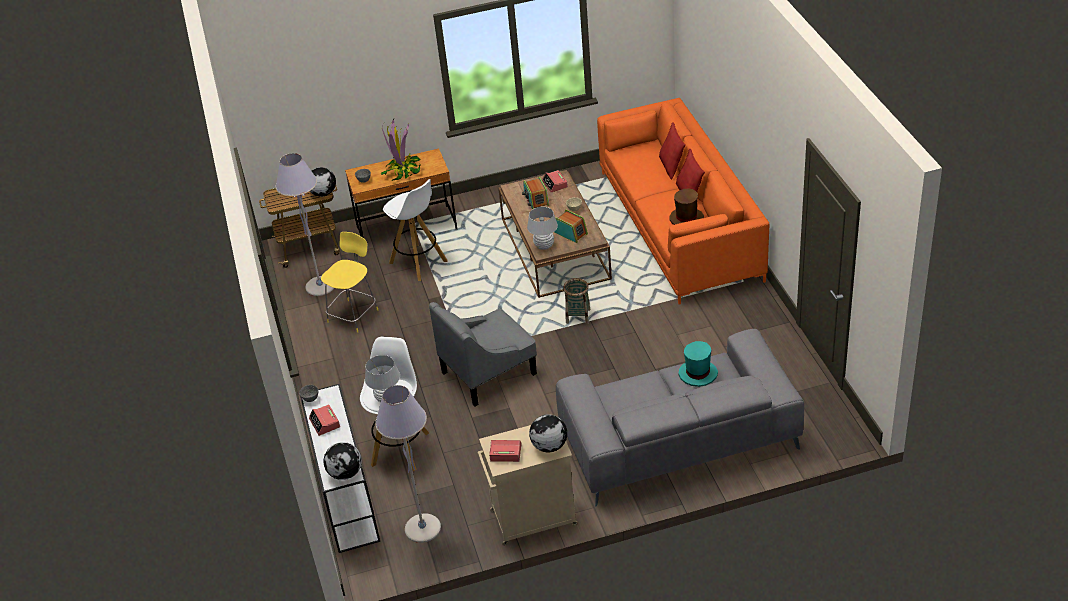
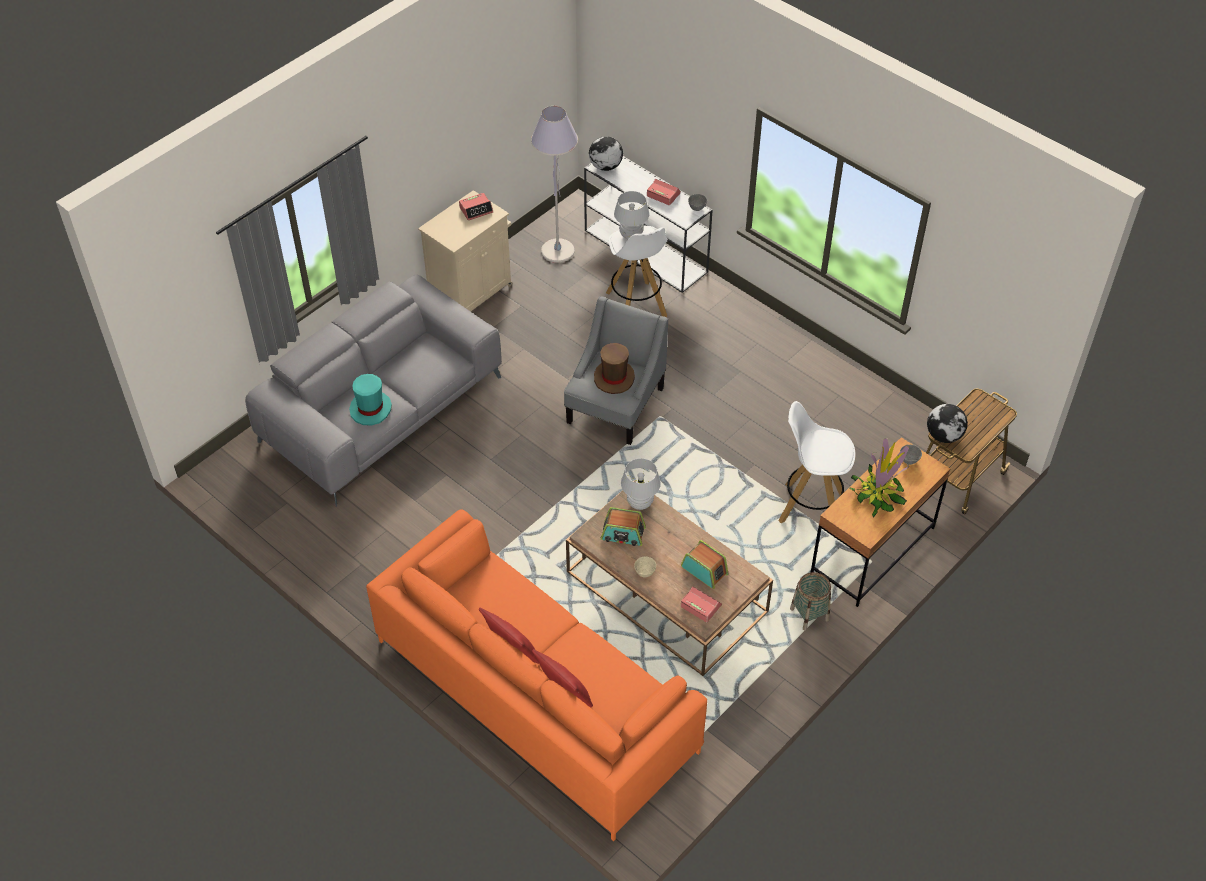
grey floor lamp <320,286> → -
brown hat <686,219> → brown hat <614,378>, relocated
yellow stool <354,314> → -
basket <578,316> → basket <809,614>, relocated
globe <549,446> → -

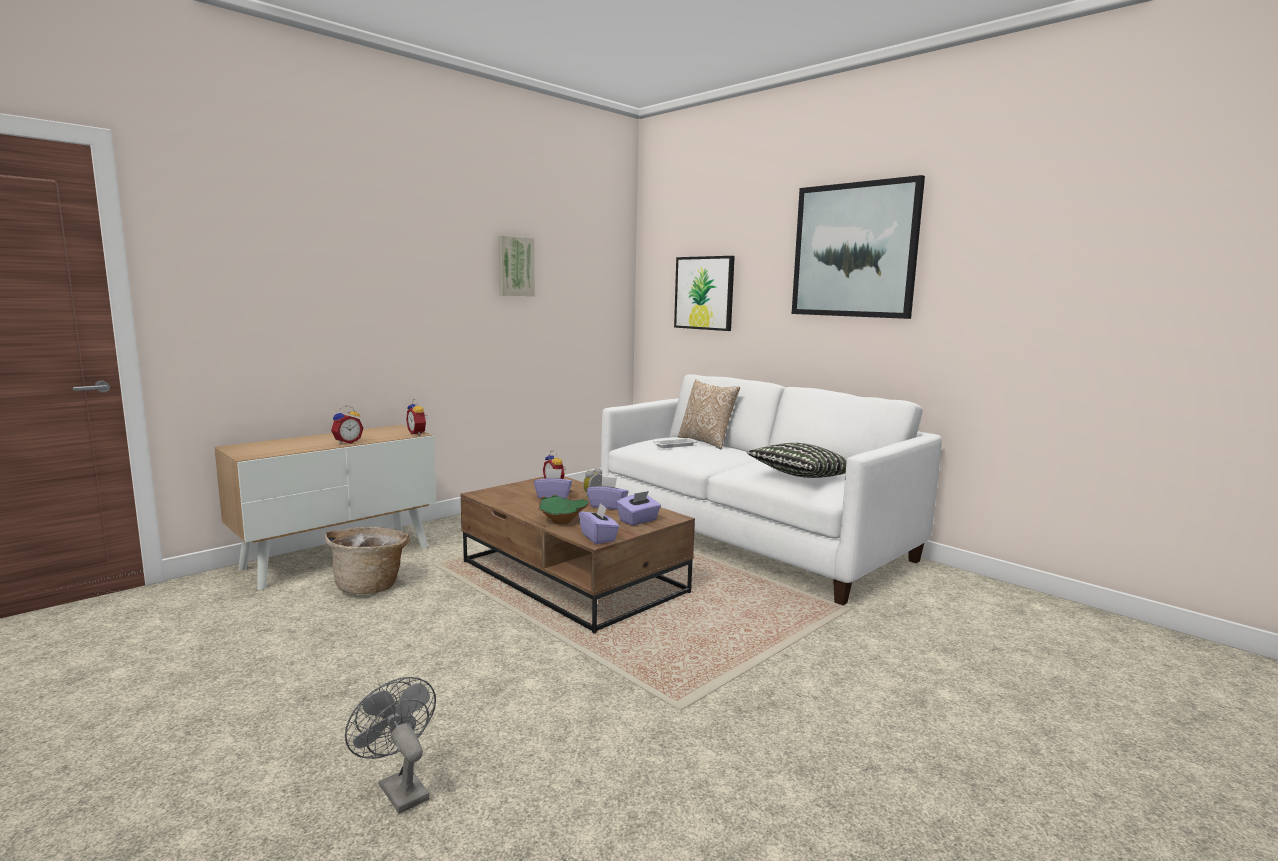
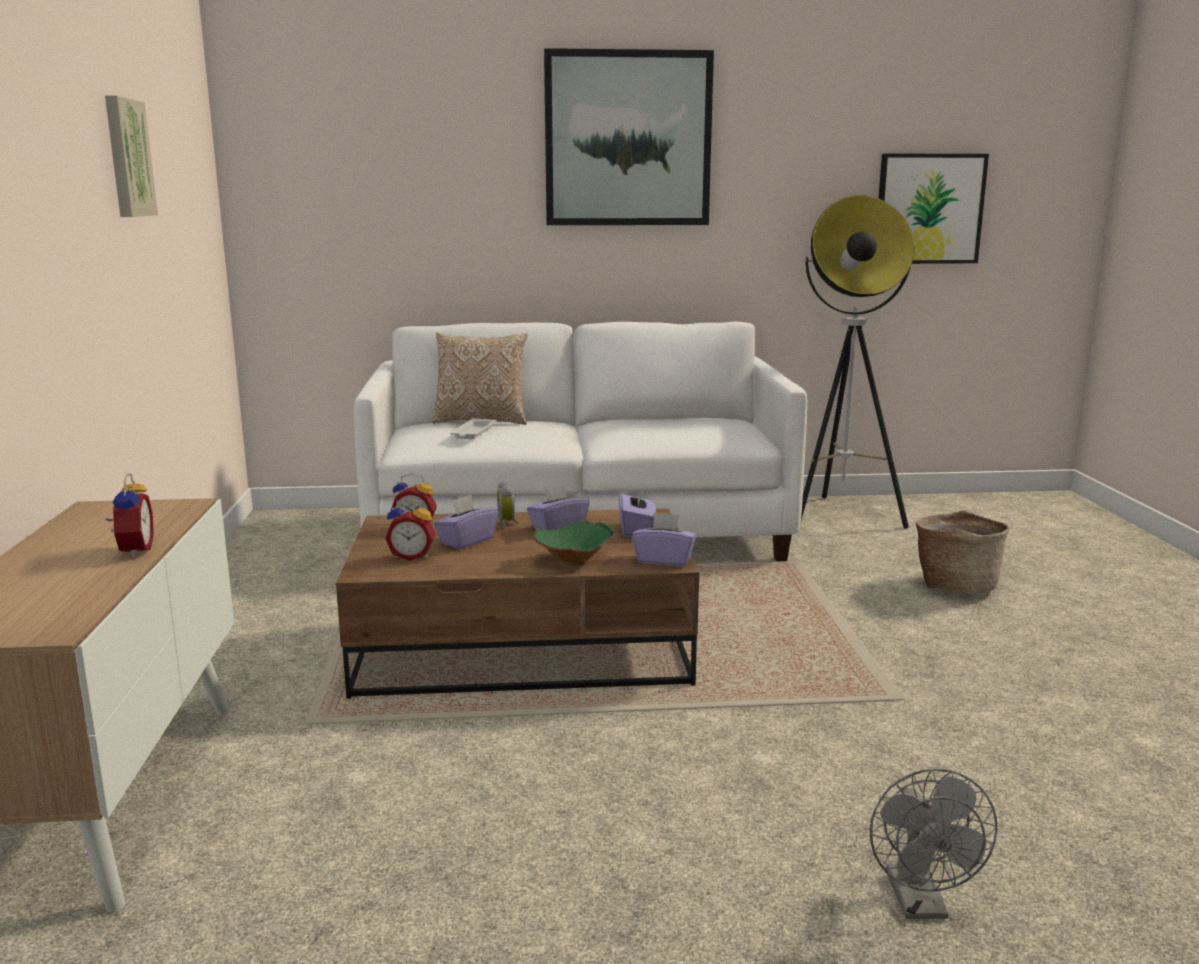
picture <704,293> → picture <929,209>, relocated
alarm clock <418,433> → alarm clock <412,556>, relocated
pillow <800,477> → -
basket <371,585> → basket <955,585>, relocated
grey fan <399,788> → grey fan <920,905>, 90 degrees counterclockwise
- → floor lamp <840,516>

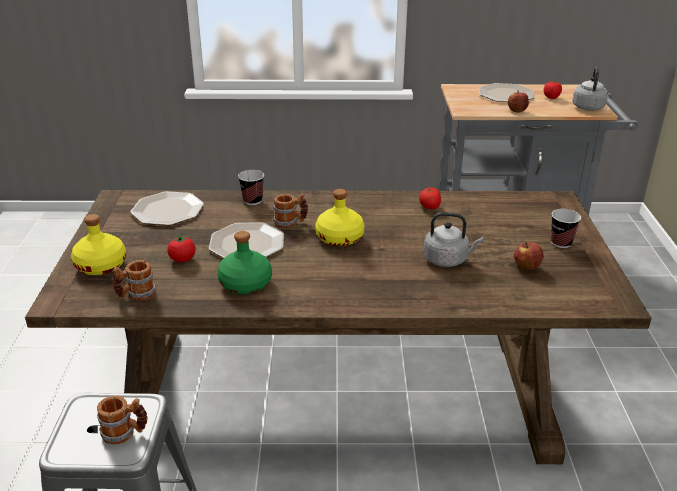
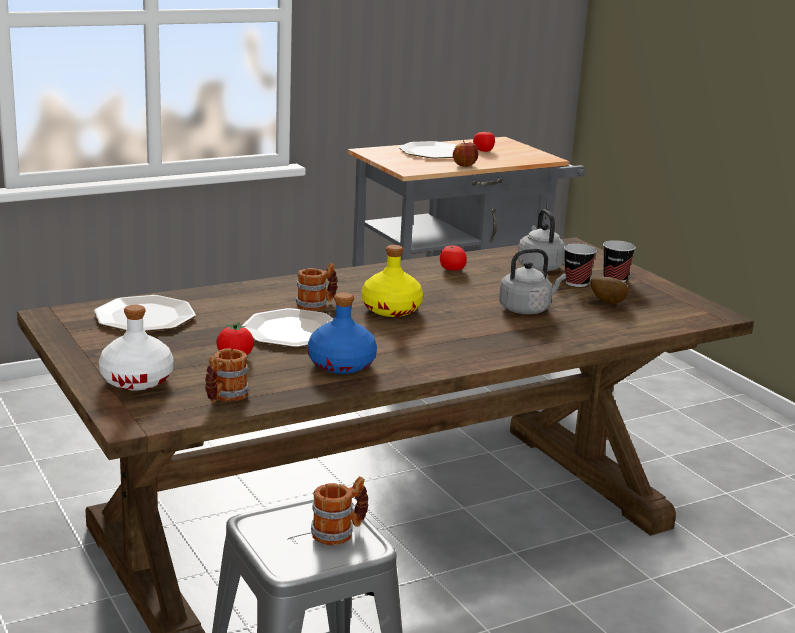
grey kettle <588,107> → grey kettle <539,266>, relocated
cup <252,201> → cup <576,283>, relocated
yellow bottle <101,265> → white bottle <137,380>
green bottle <245,284> → blue bottle <341,365>
apple <527,267> → potato <607,302>

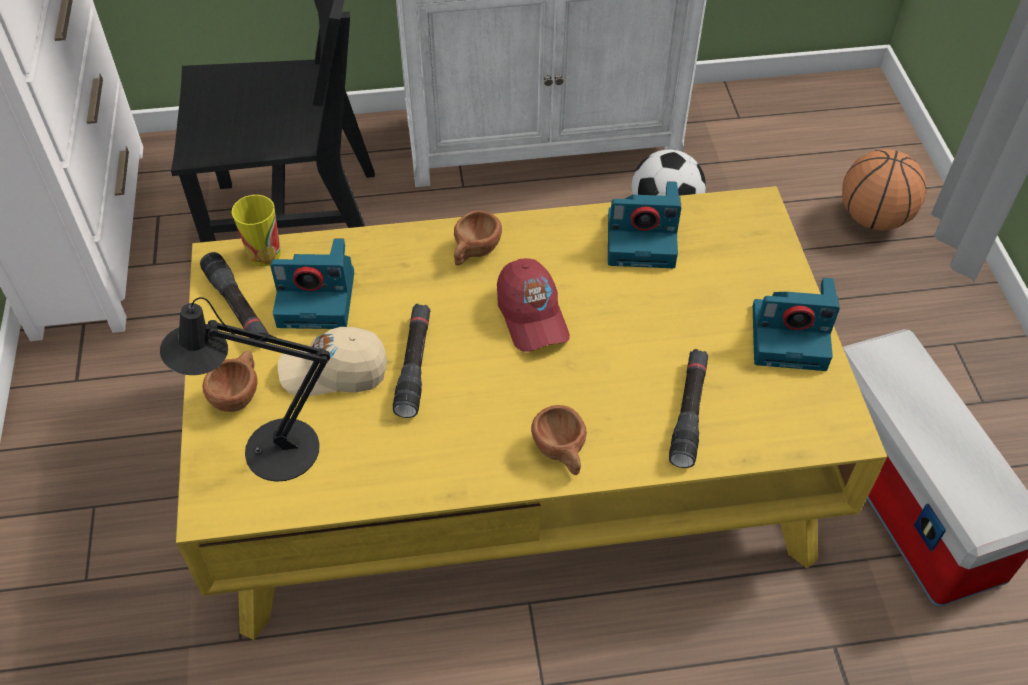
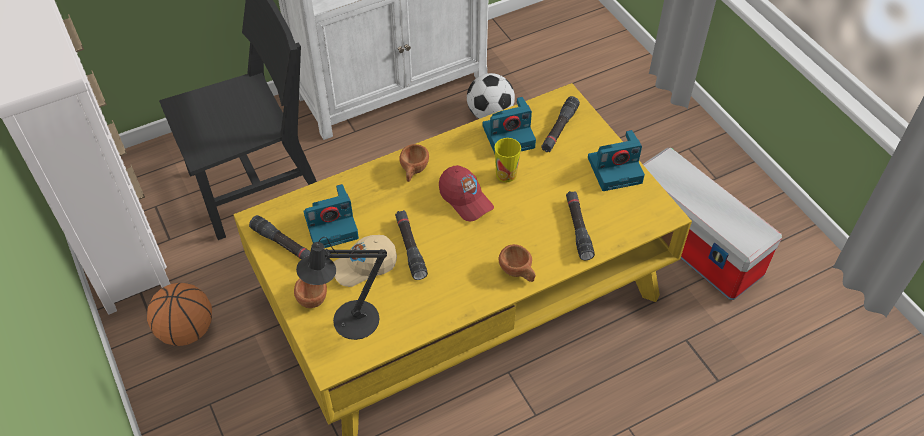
basketball <873,218> → basketball <186,330>, relocated
cup <264,254> → cup <506,174>, relocated
- → black flashlight <559,129>

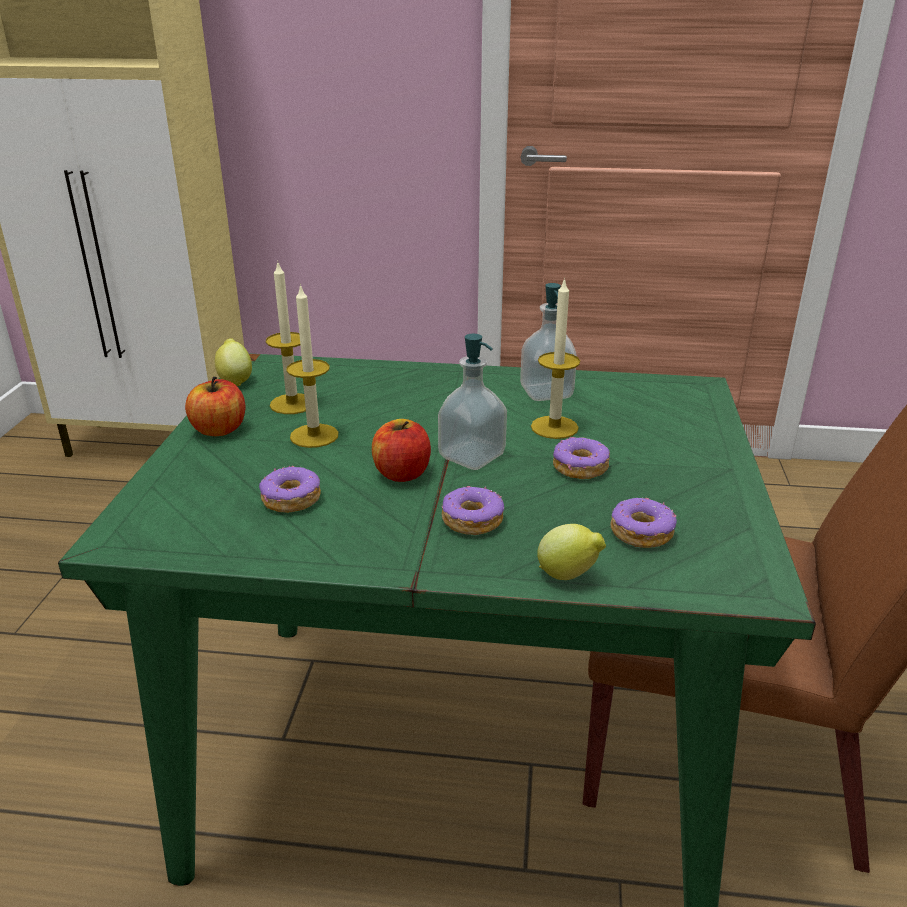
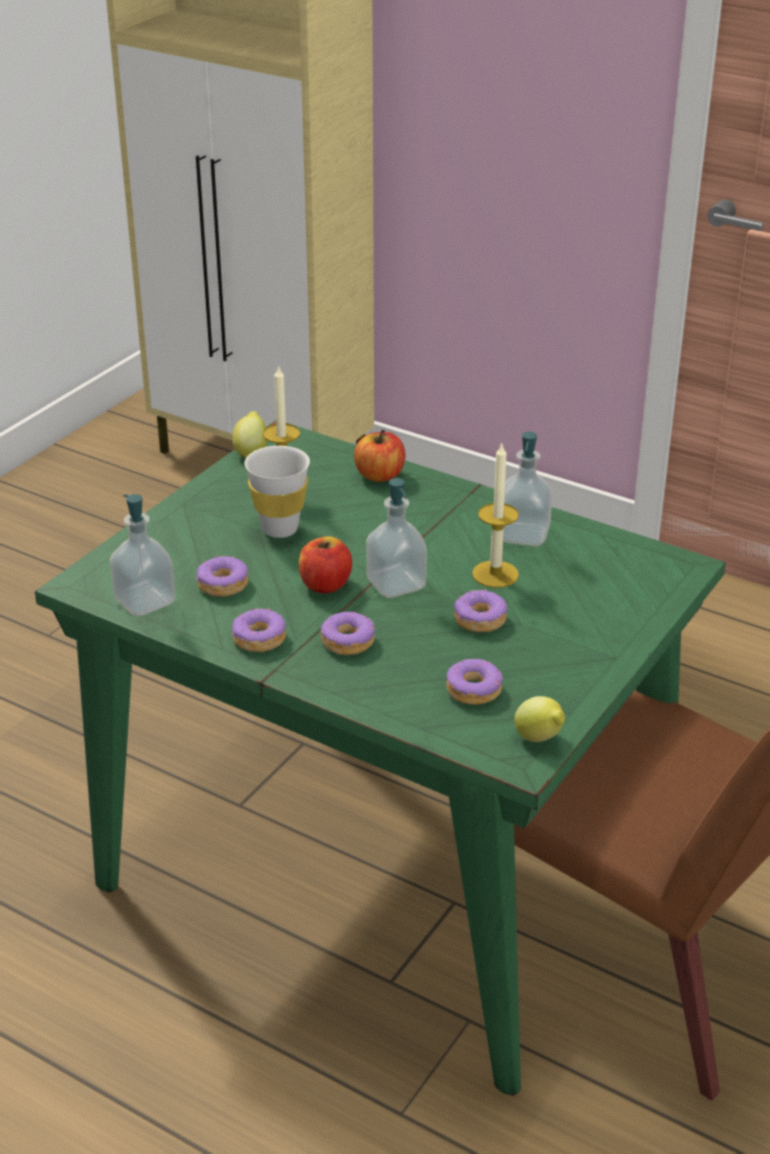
candle <314,436> → white cup <280,529>
apple <219,430> → apple <380,475>, relocated
lemon <569,575> → lemon <540,739>, relocated
- → soap dispenser <145,601>
- → donut <258,639>

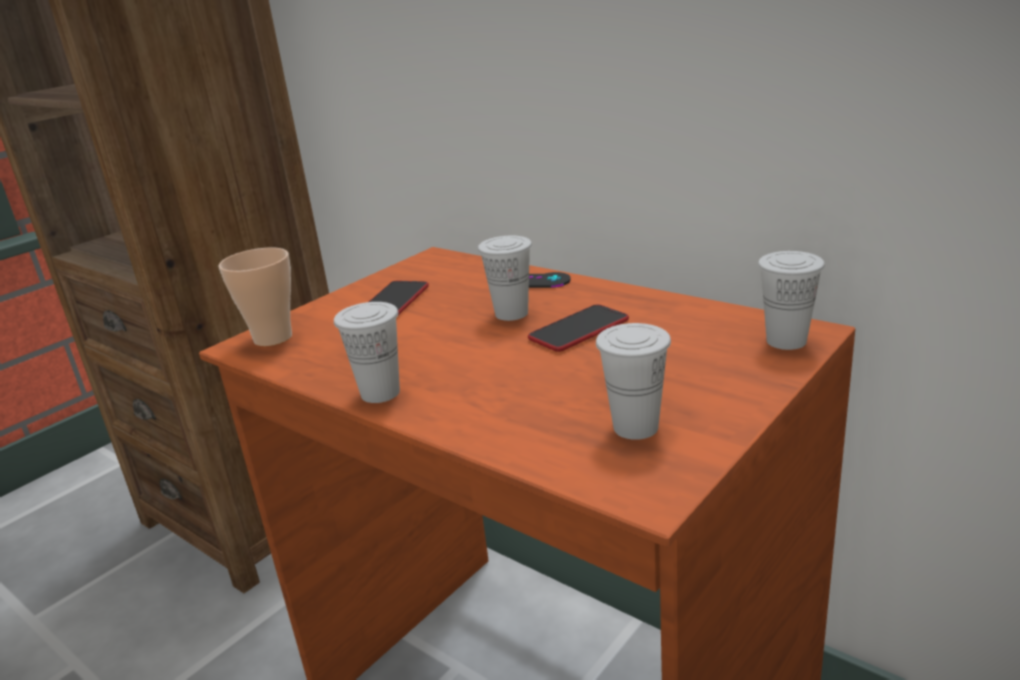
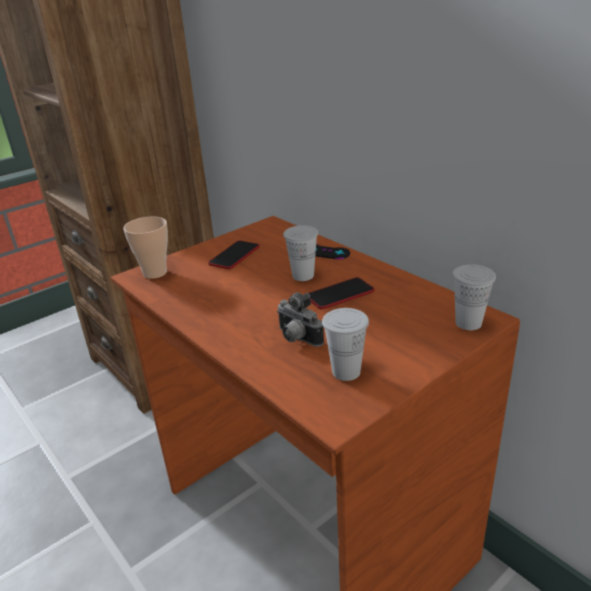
white cup <380,393> → -
- → photo camera <297,339>

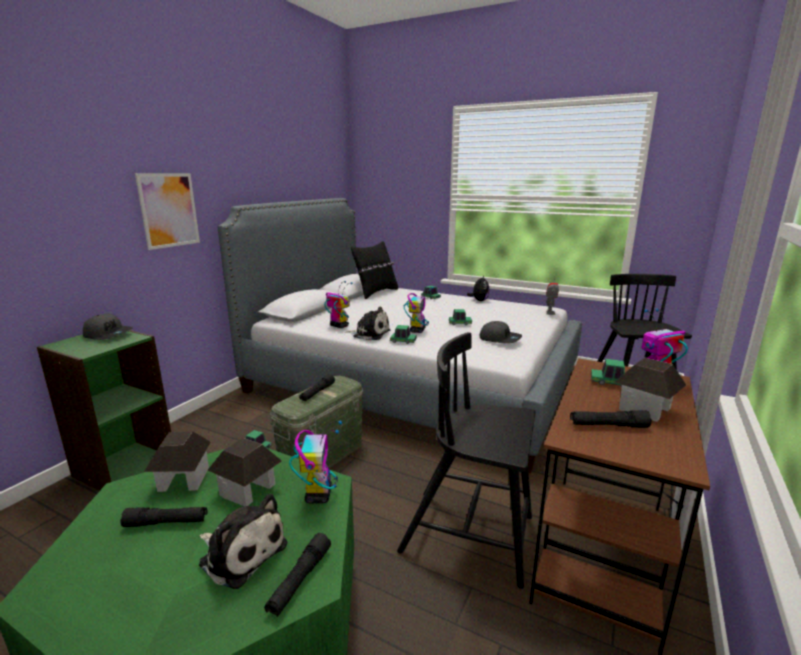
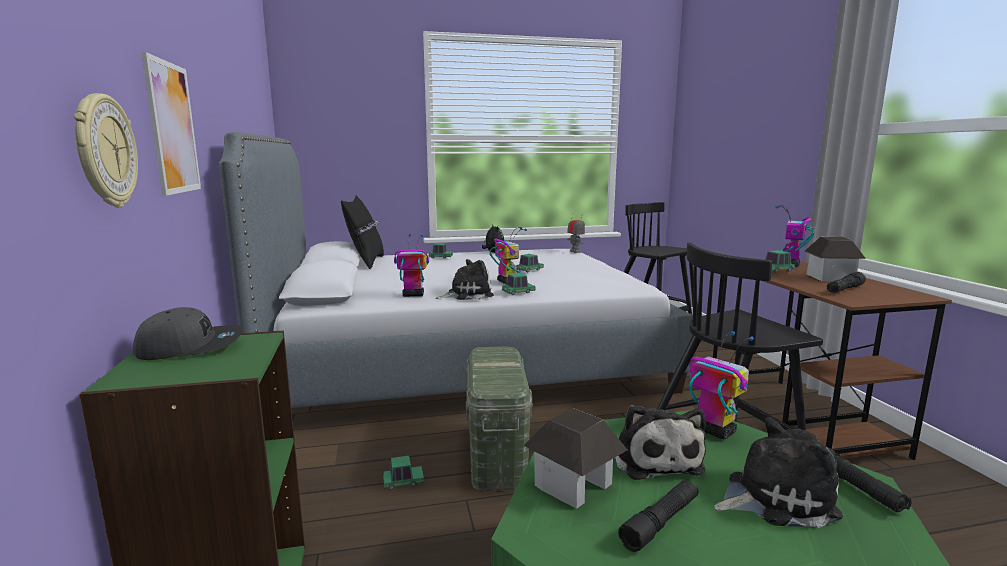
grey cap <500,339> → -
black flashlight <317,392> → -
toy house <248,489> → plush toy <654,458>
- → wall clock <104,151>

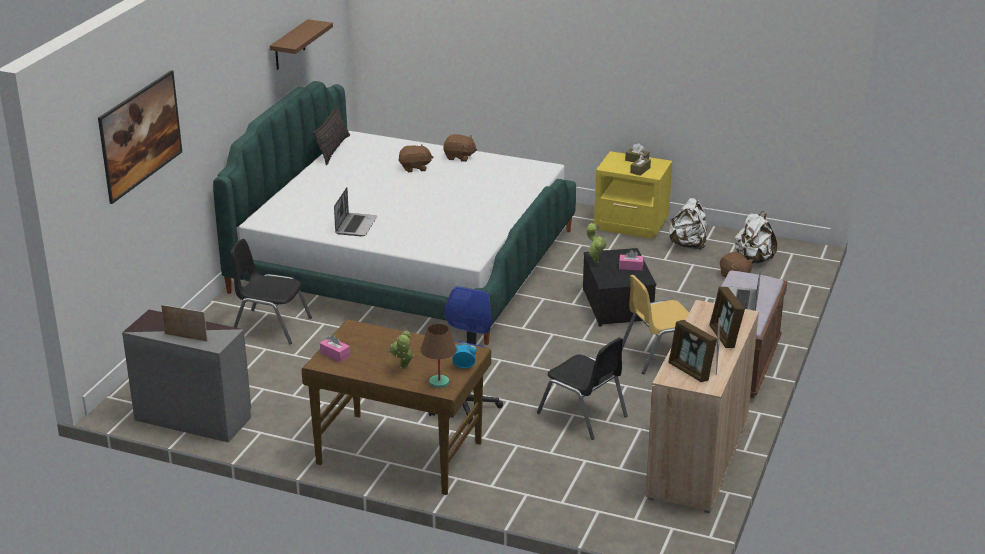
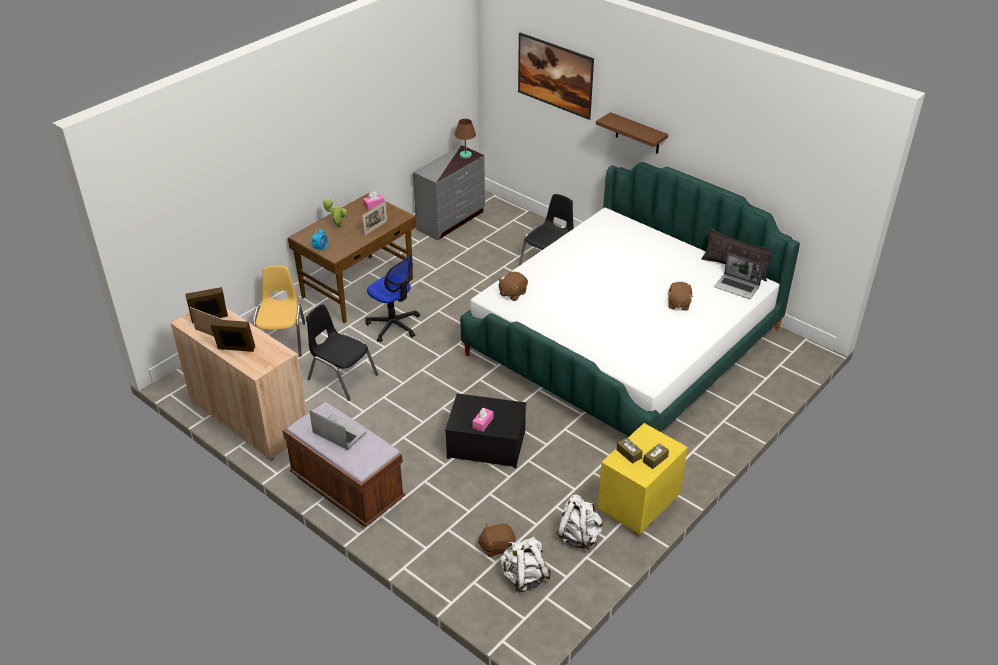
brown shelf <289,45> → brown shelf <637,134>, relocated
brown plush toy <459,157> → brown plush toy <512,293>, relocated
laptop <355,225> → laptop <737,287>, relocated
potted plant <595,261> → -
yellow chair <659,354> → yellow chair <282,340>, relocated
picture frame <186,337> → picture frame <375,228>, relocated
brown table lamp <438,382> → brown table lamp <465,155>, relocated
black chair <583,415> → black chair <342,377>, 60 degrees clockwise

